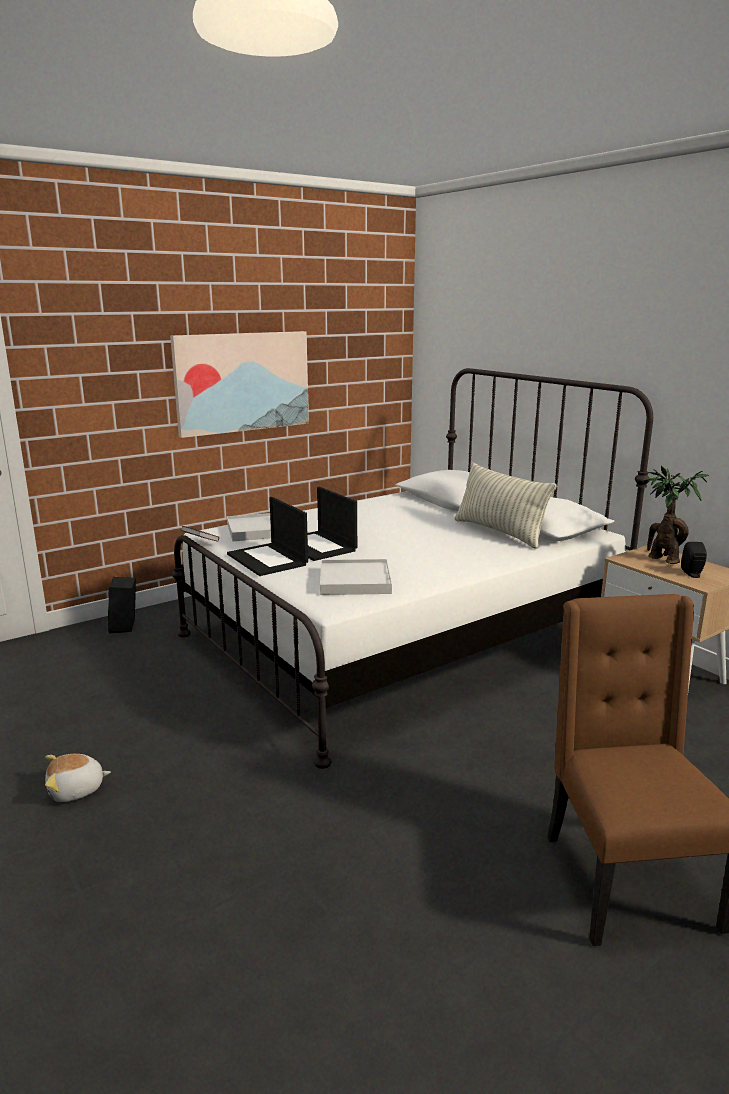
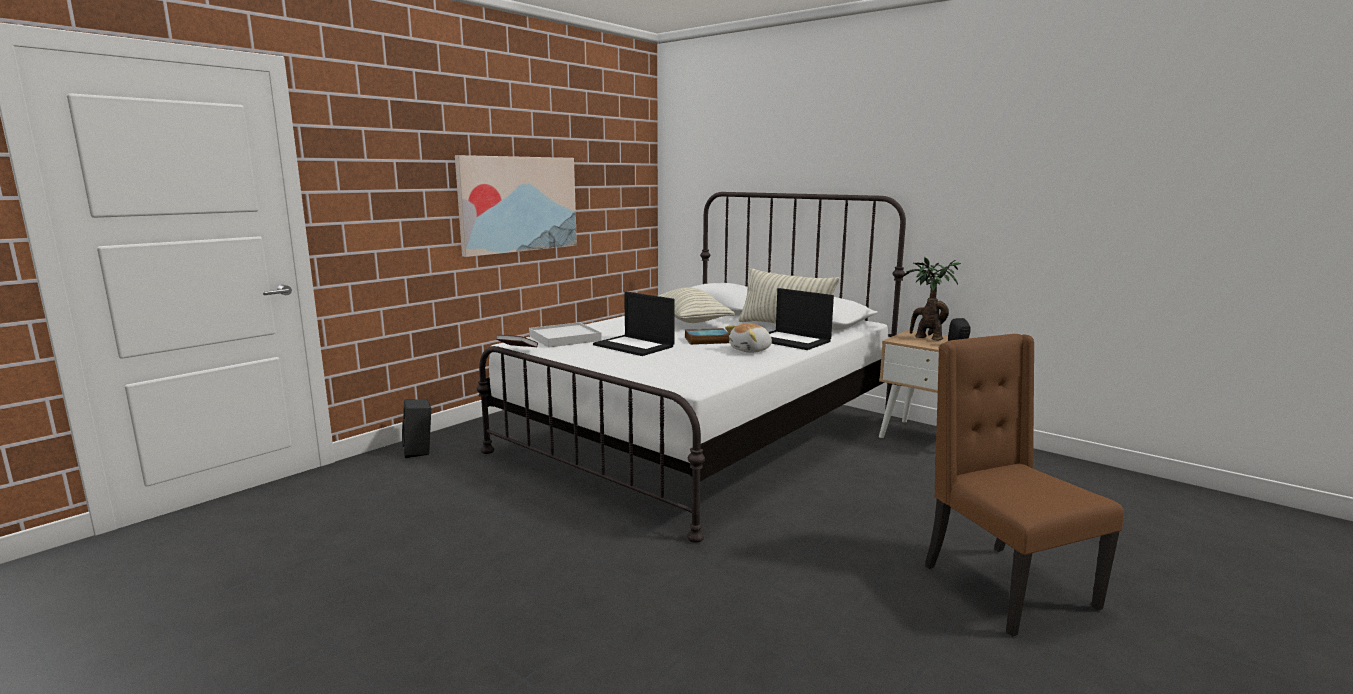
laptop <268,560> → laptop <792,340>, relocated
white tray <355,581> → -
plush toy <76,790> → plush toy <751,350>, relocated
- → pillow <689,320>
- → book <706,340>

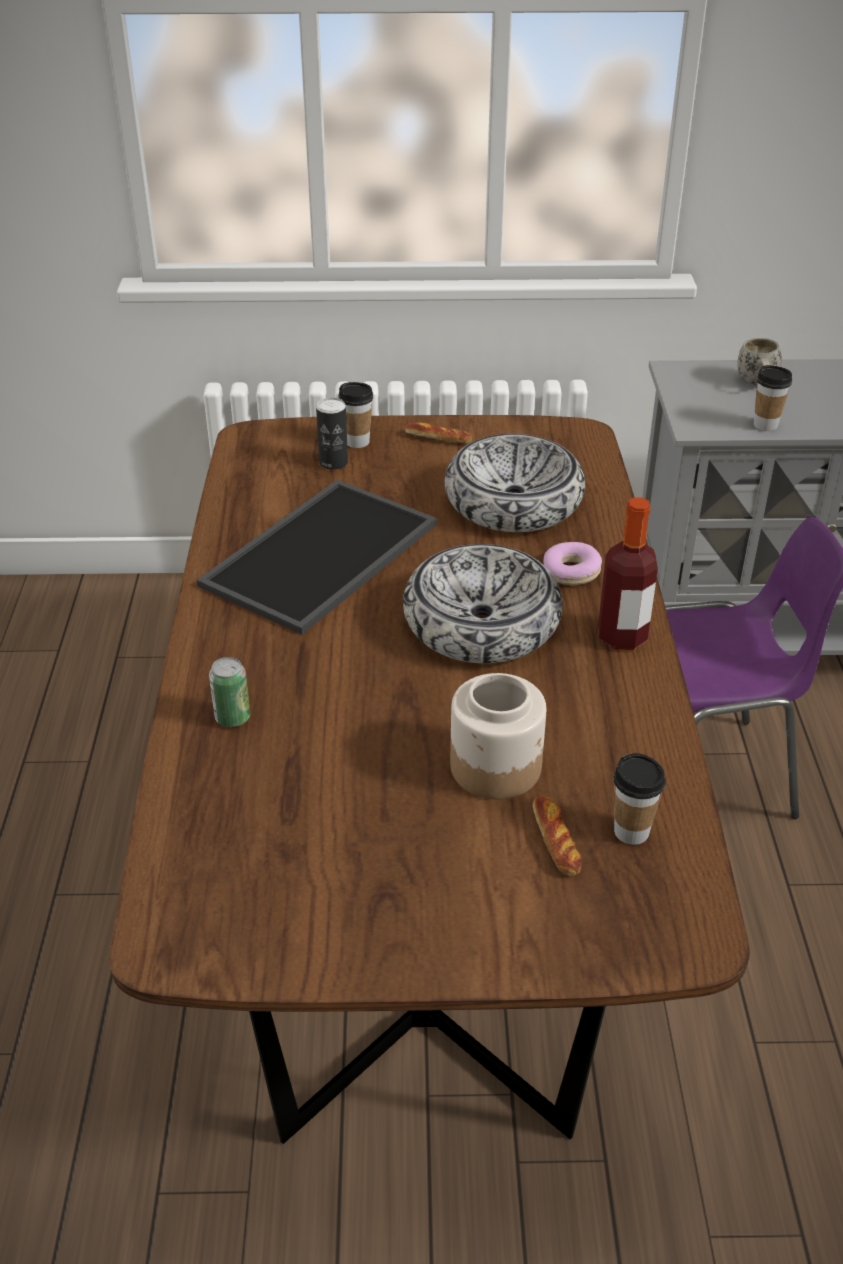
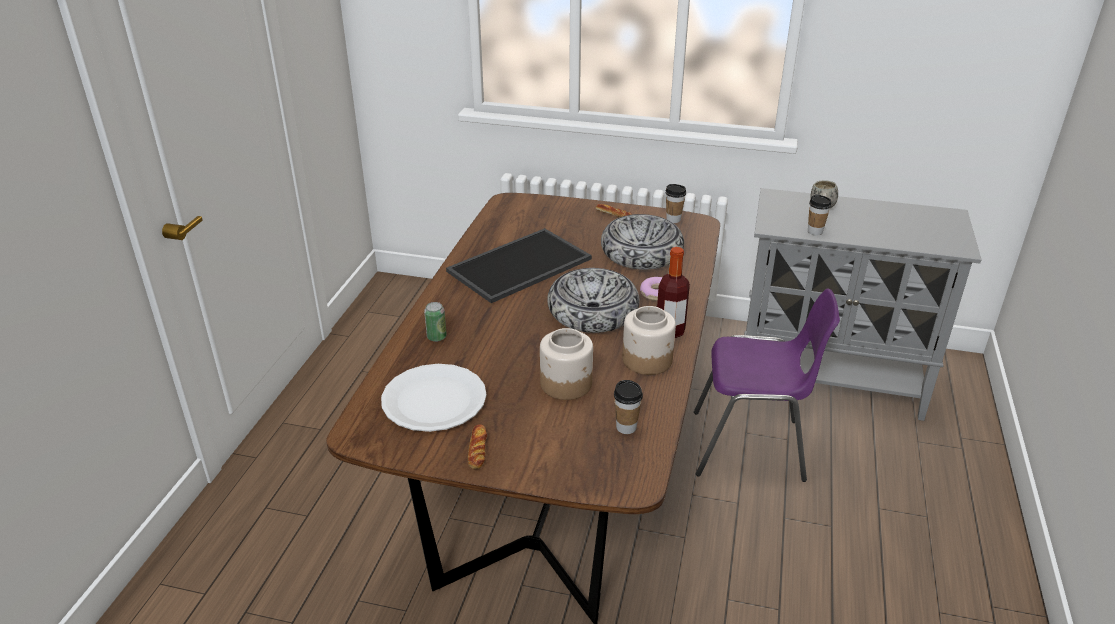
cup <357,442> → cup <673,219>, relocated
can <333,463> → -
bread <555,840> → bread <477,449>, relocated
- → jar <648,360>
- → white plate <434,400>

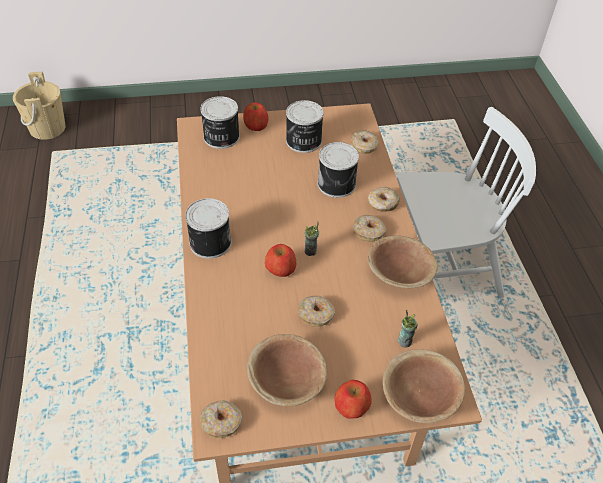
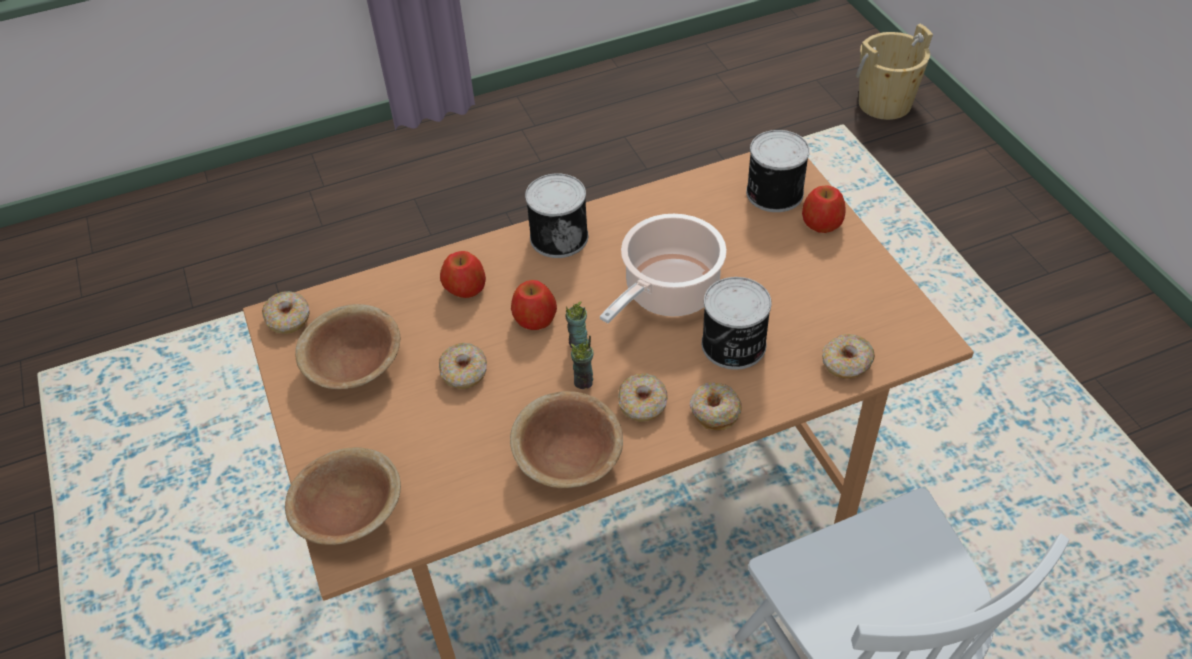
can <303,141> → -
cup <405,341> → cup <584,382>, relocated
apple <351,406> → apple <465,287>, relocated
- → cooking pot <668,293>

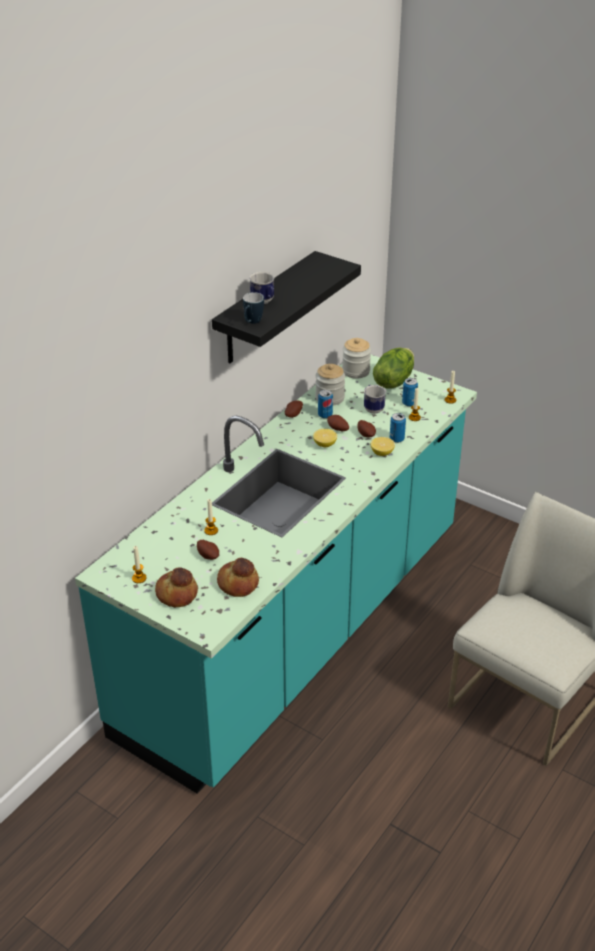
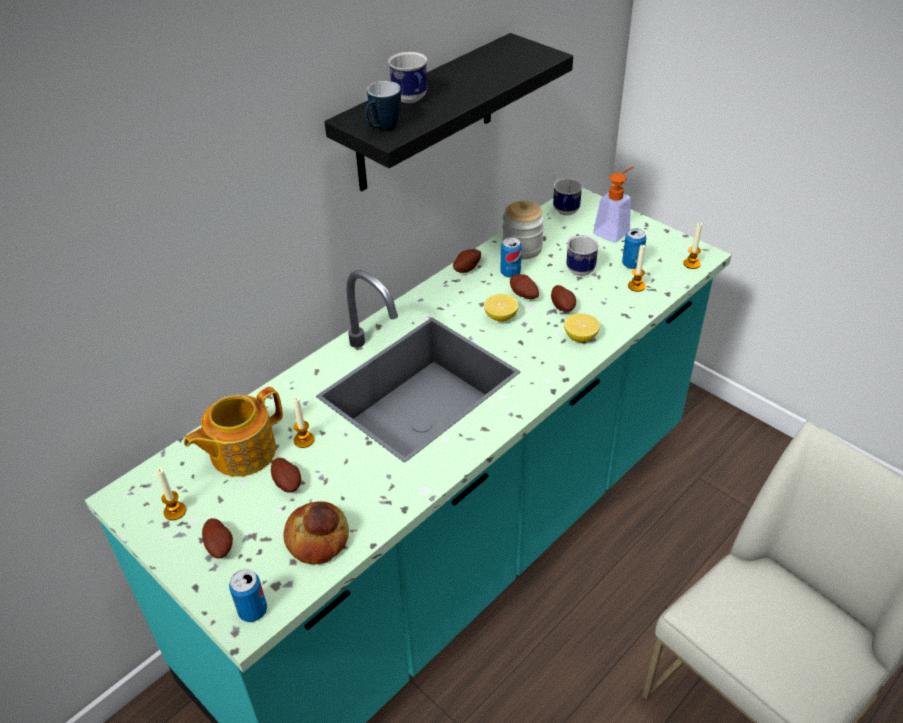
jar <356,371> → mug <565,213>
lettuce <393,381> → soap dispenser <614,230>
can <396,439> → can <253,611>, relocated
bread <176,594> → potato <220,546>
- → teapot <241,452>

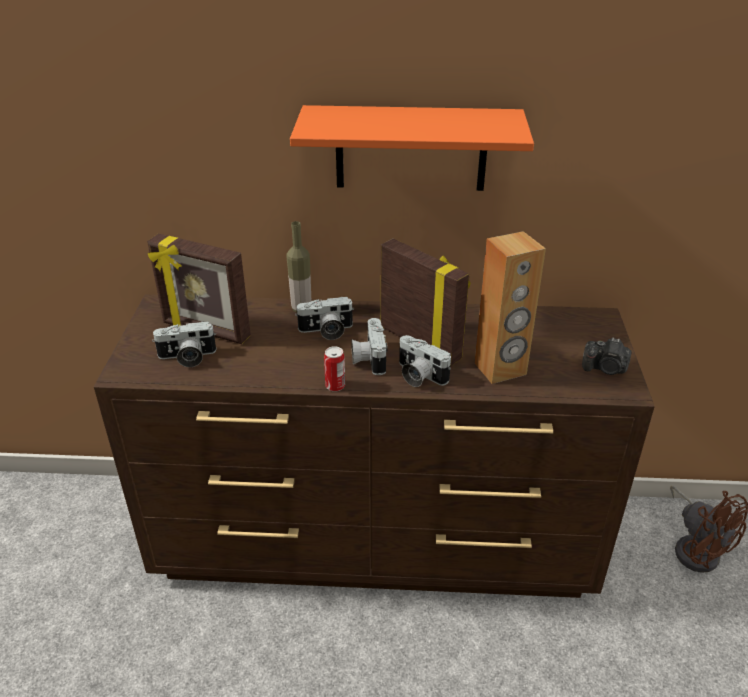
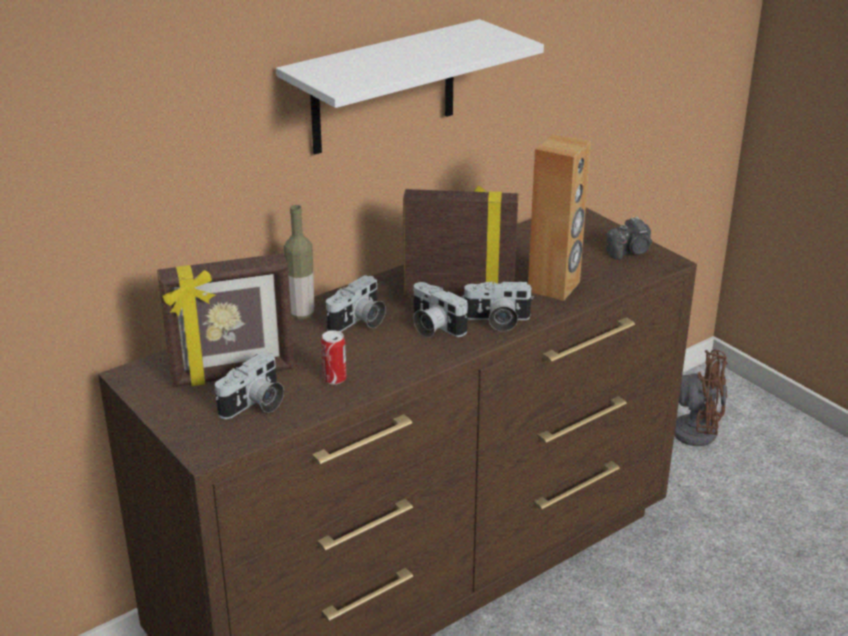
orange shelf <411,148> → white shelf <383,88>
can <335,386> → can <334,378>, relocated

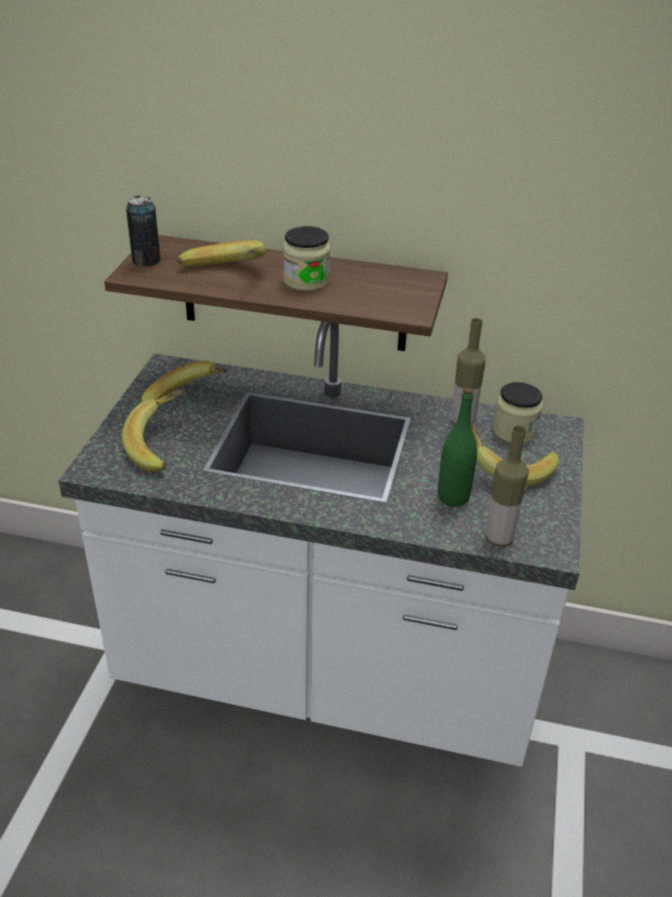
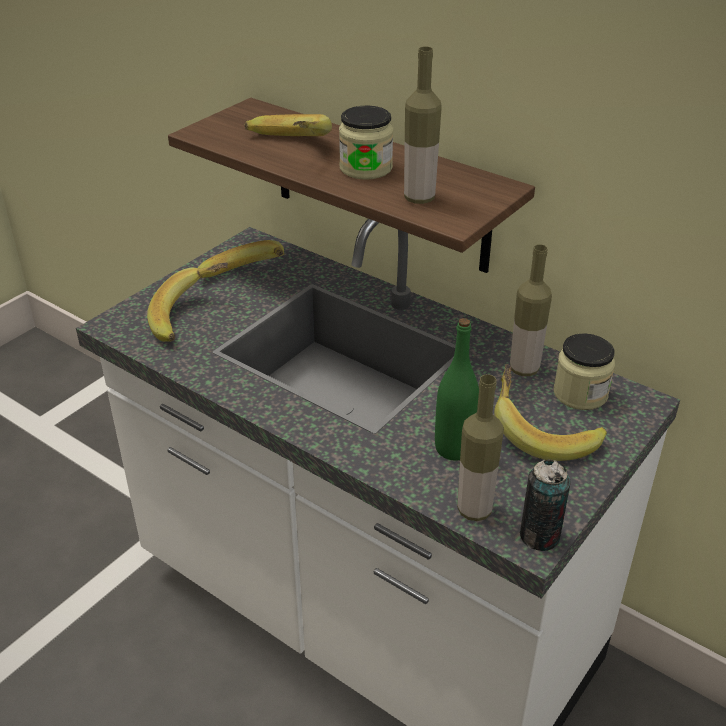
can <146,261> → can <539,536>, relocated
- → bottle <419,198>

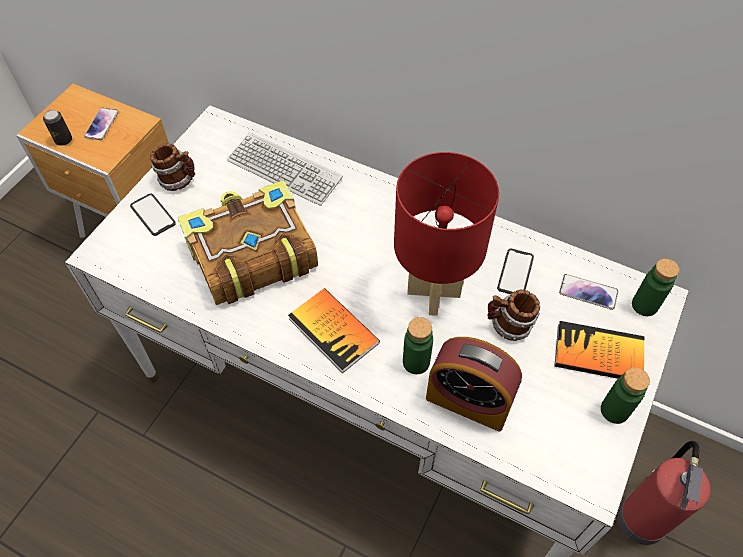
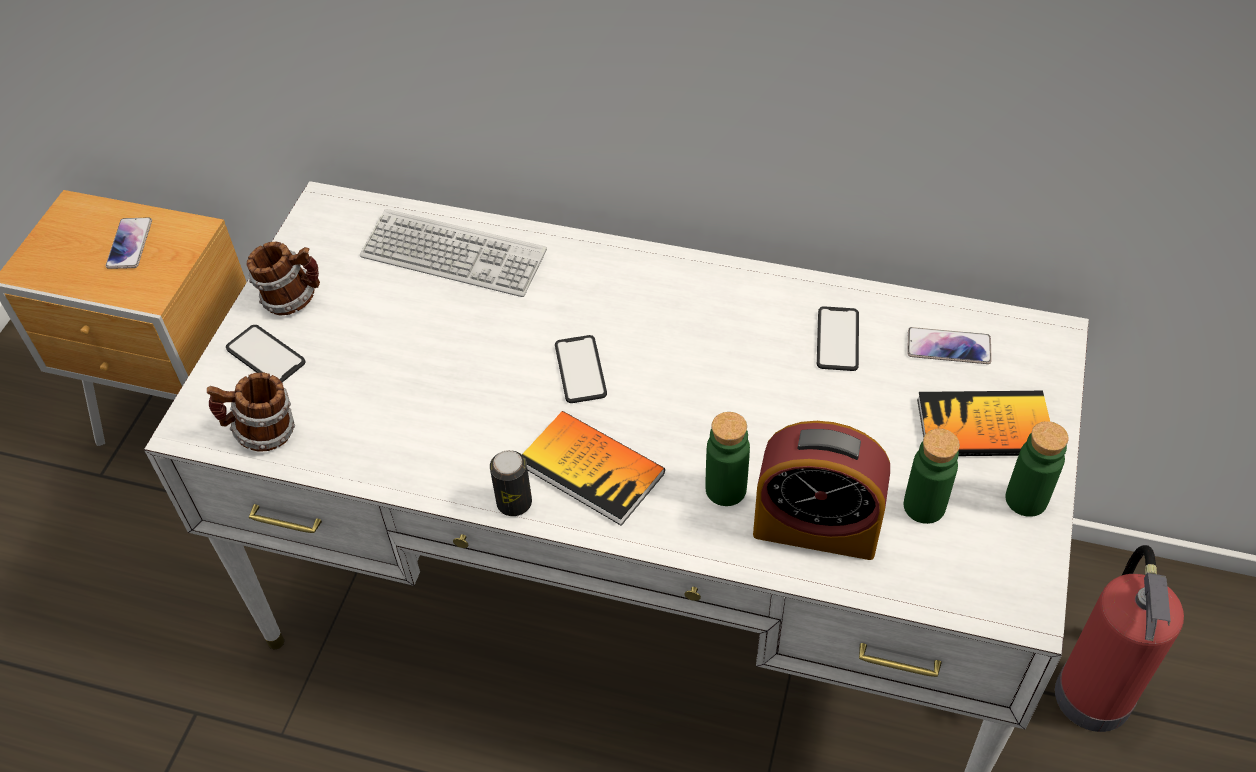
can <63,140> → can <514,503>, relocated
red table lamp <434,293> → -
book <250,254> → -
green bottle <644,305> → green bottle <924,506>, relocated
mug <508,326> → mug <262,433>, relocated
- → phone <580,370>

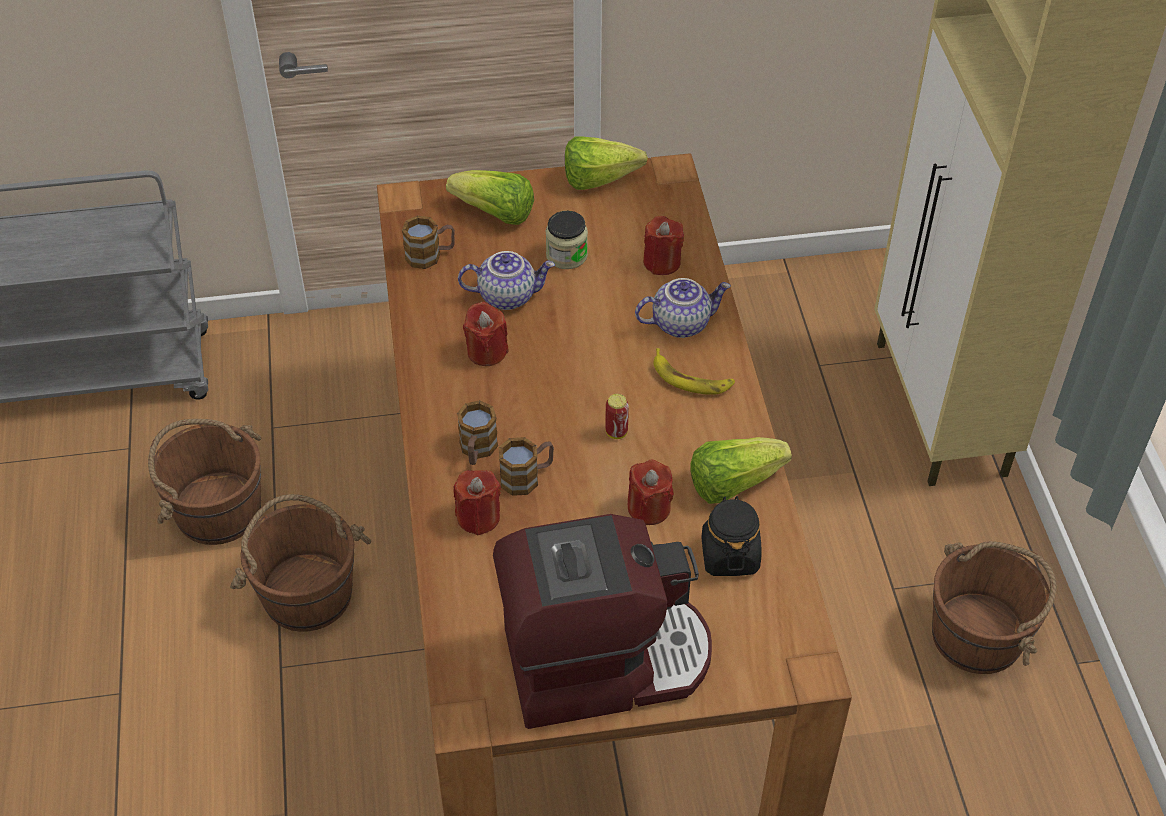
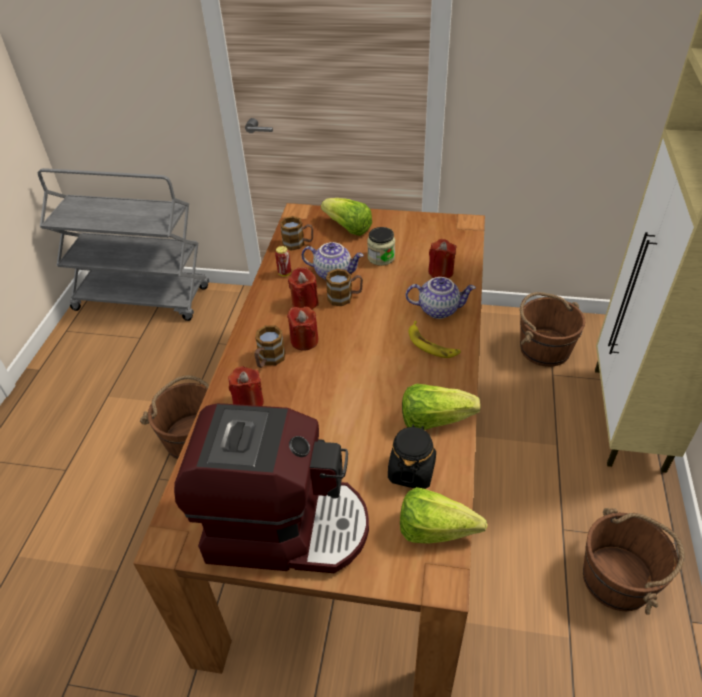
lettuce <606,180> → lettuce <442,533>, relocated
can <616,432> → can <284,273>, relocated
brown bucket <217,509> → brown bucket <544,348>, relocated
mug <527,477> → mug <345,297>, relocated
red candle <649,508> → red candle <304,341>, relocated

